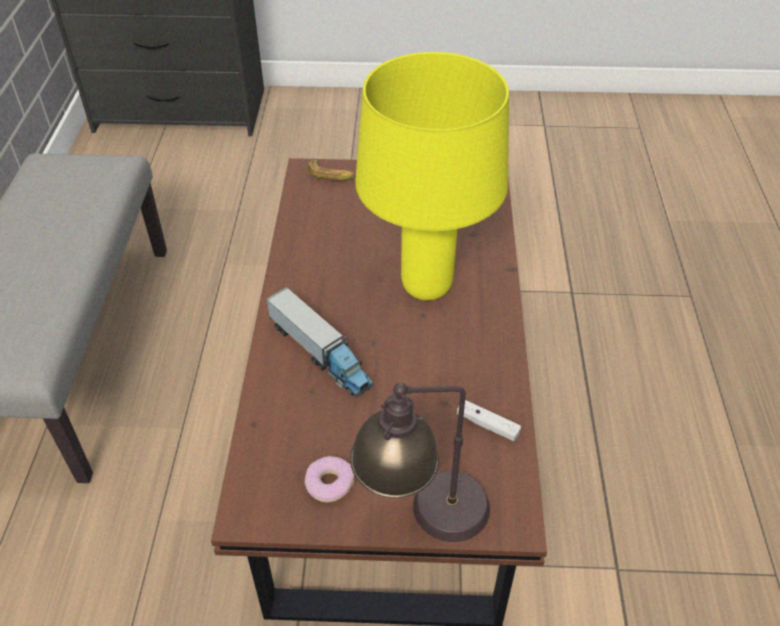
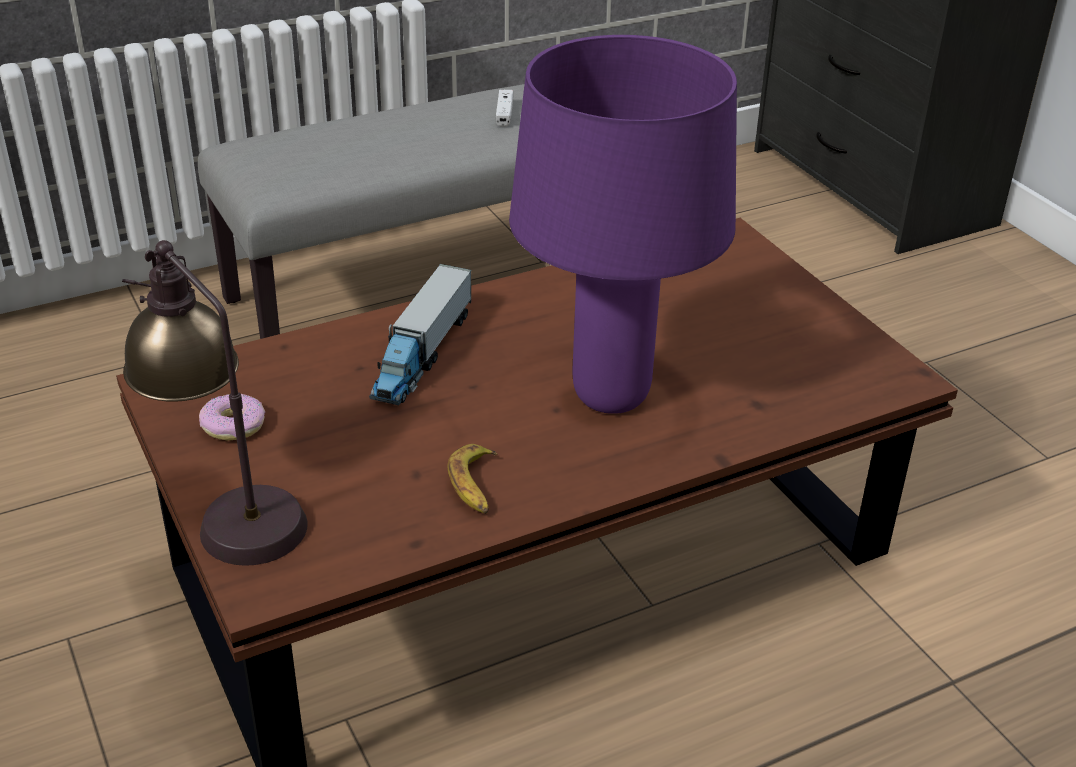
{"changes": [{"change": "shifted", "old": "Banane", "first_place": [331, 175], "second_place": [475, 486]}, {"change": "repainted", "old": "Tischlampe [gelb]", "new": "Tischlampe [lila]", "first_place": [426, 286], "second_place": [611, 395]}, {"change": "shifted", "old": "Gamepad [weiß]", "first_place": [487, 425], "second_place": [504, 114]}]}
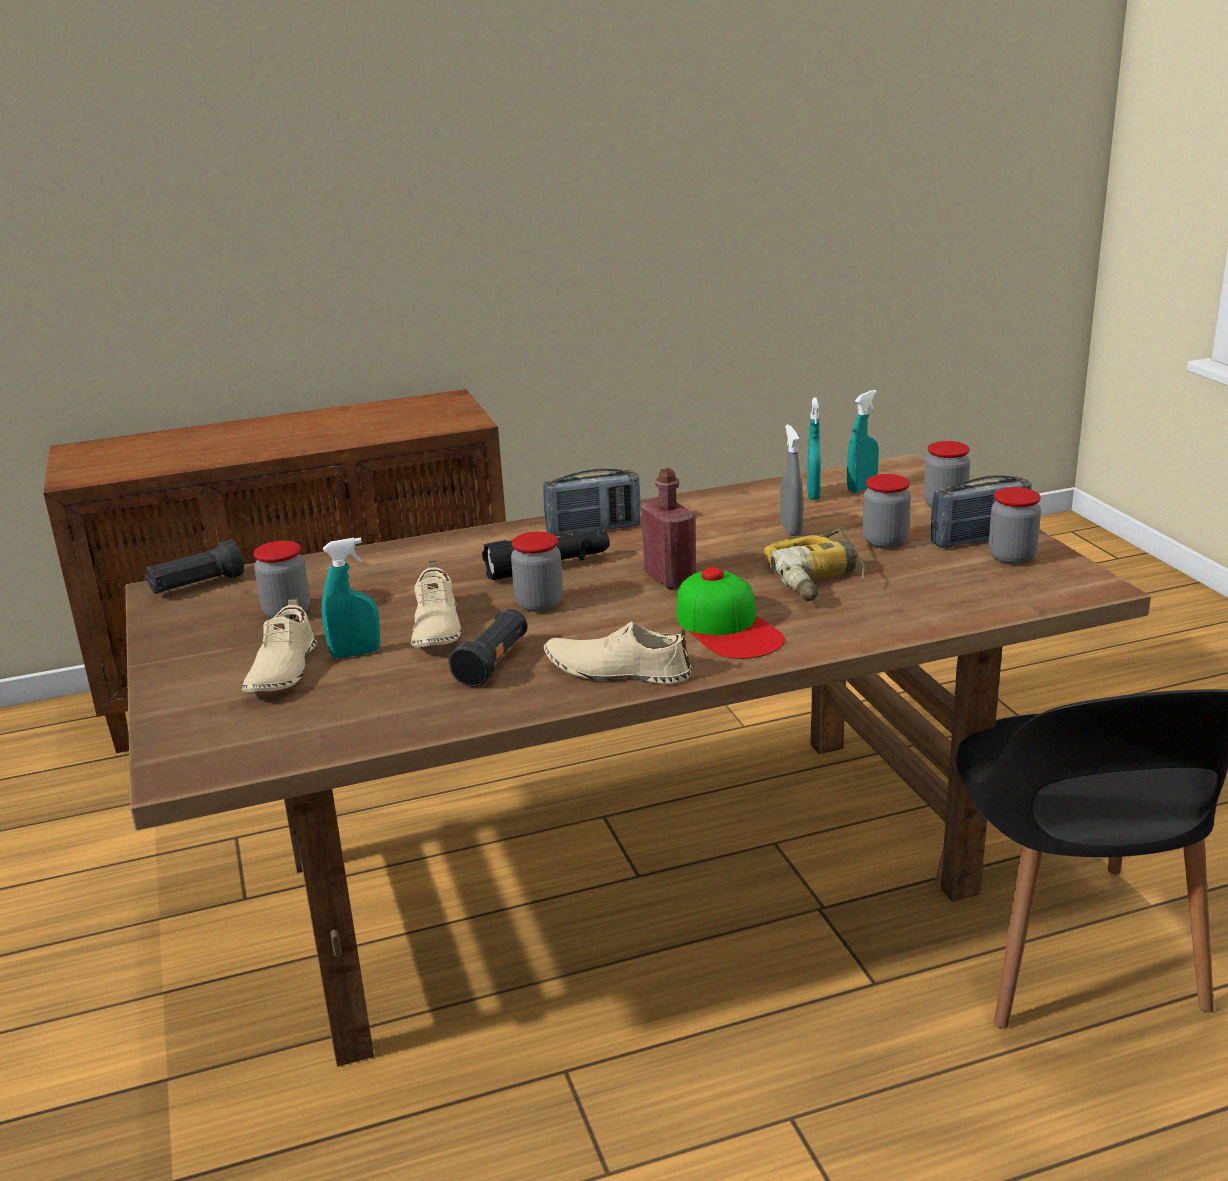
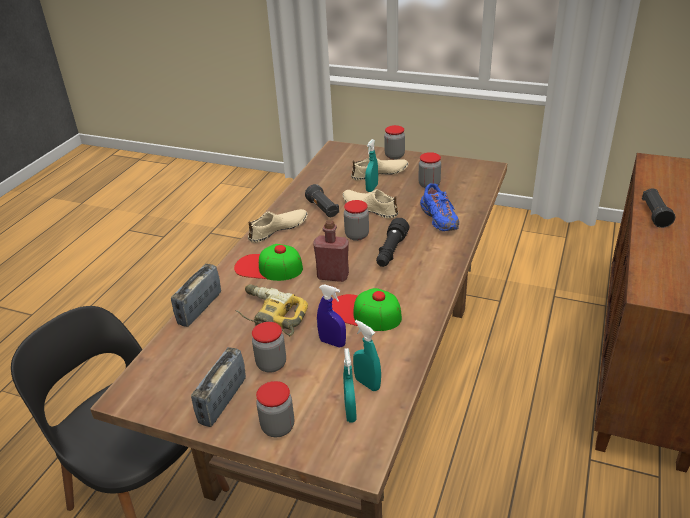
{"changes": [{"change": "shifted", "old": "Taschenlampe [schwarz]", "first_place": [197, 586], "second_place": [654, 215]}, {"change": "rotated", "old": "Schuh [beige]", "first_place": [281, 670], "second_place": [379, 173], "degrees": 120}, {"change": "shifted", "old": "Radio", "first_place": [593, 529], "second_place": [200, 308]}, {"change": "repainted", "old": "Sprühflasche [grau]", "new": "Sprühflasche [blau]", "first_place": [791, 529], "second_place": [332, 342]}, {"change": "shifted", "old": "Vorratsglas", "first_place": [1011, 557], "second_place": [394, 156]}, {"change": "new", "new": "Kappe", "second_place": [364, 313]}, {"change": "new", "new": "Schuh [blau]", "second_place": [439, 220]}]}
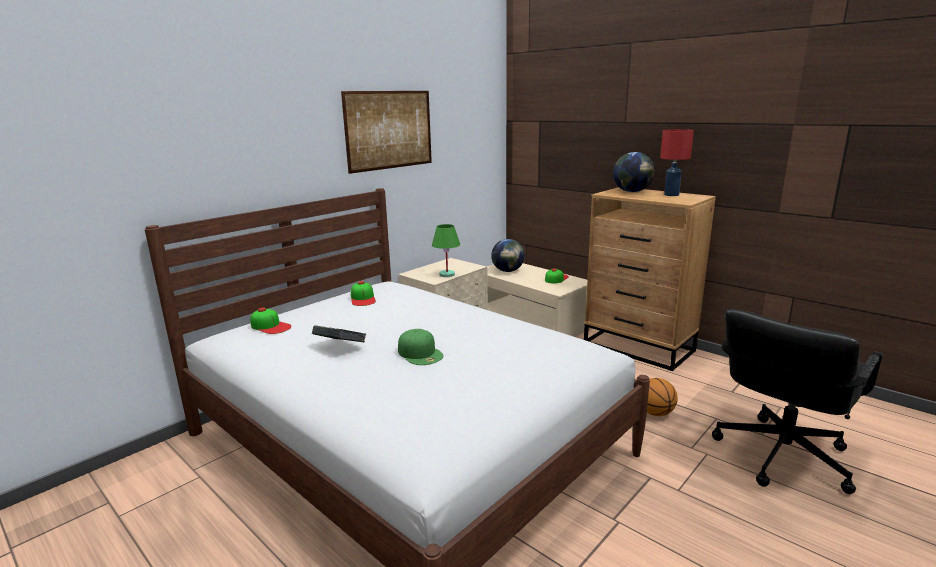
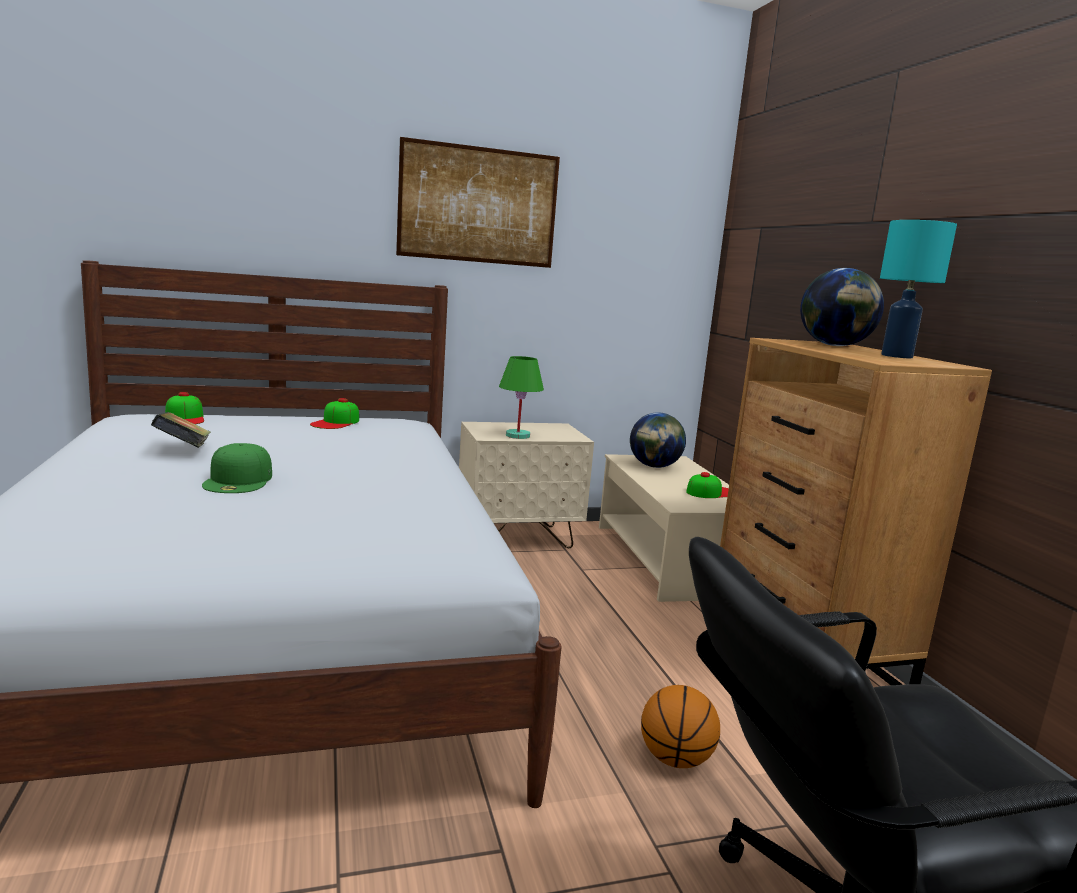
{"changes": [{"change": "repainted", "old": "Tischlampe [rot]", "new": "Tischlampe [türkis]", "first_place": [672, 195], "second_place": [898, 356]}]}
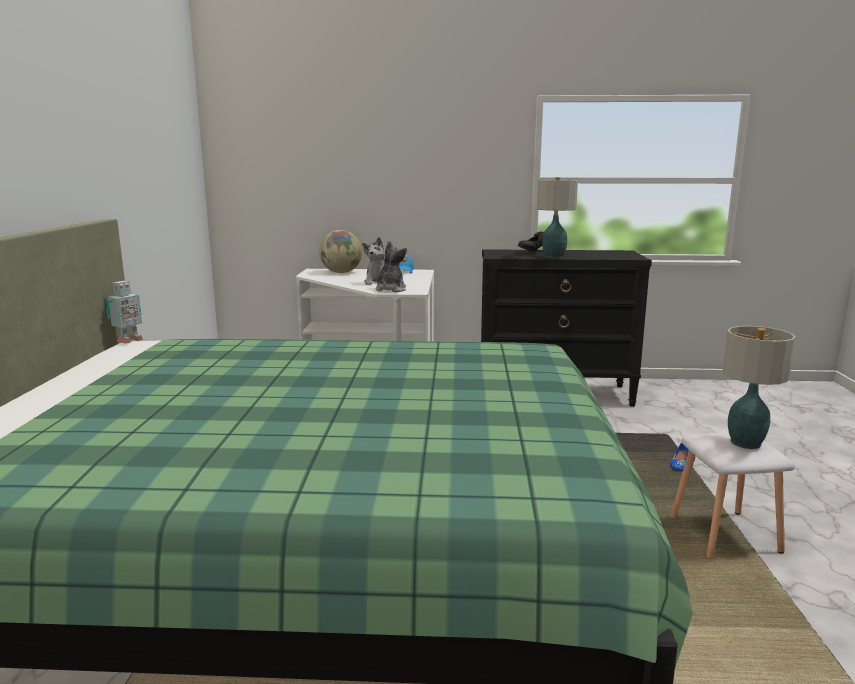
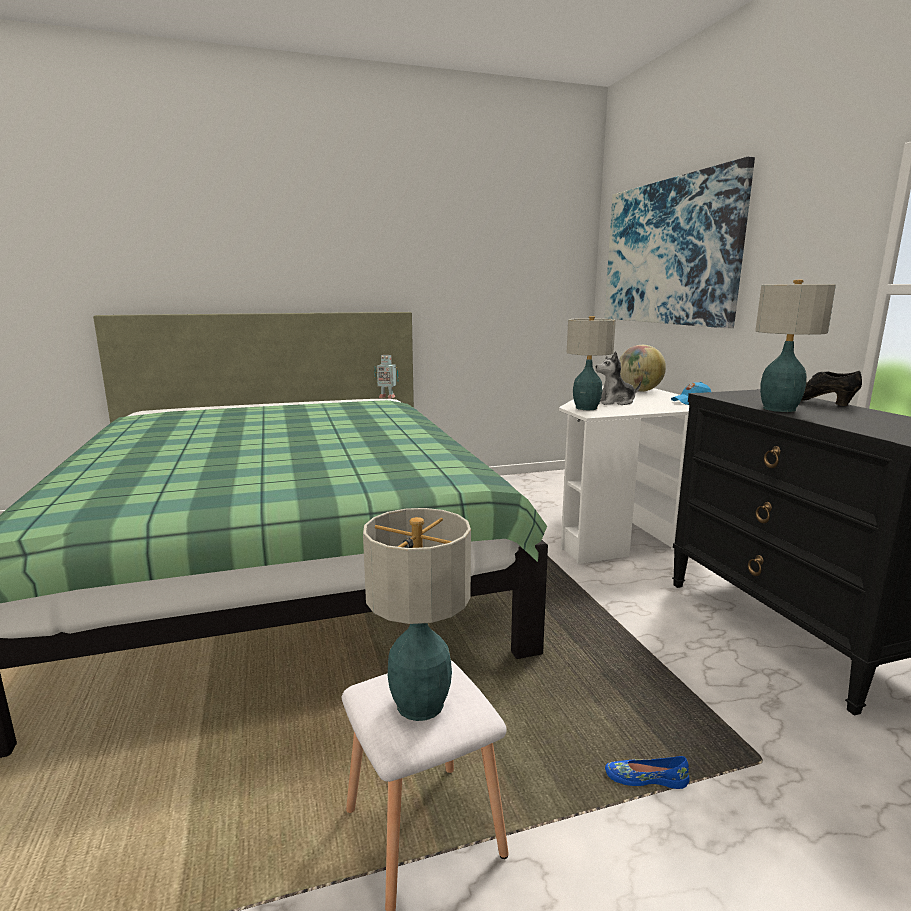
{"changes": [{"change": "swapped", "old": "Plüschtier", "new": "Tischlampe", "first_place": [390, 290], "second_place": [585, 408]}, {"change": "new", "new": "Bild", "second_place": [668, 252]}]}
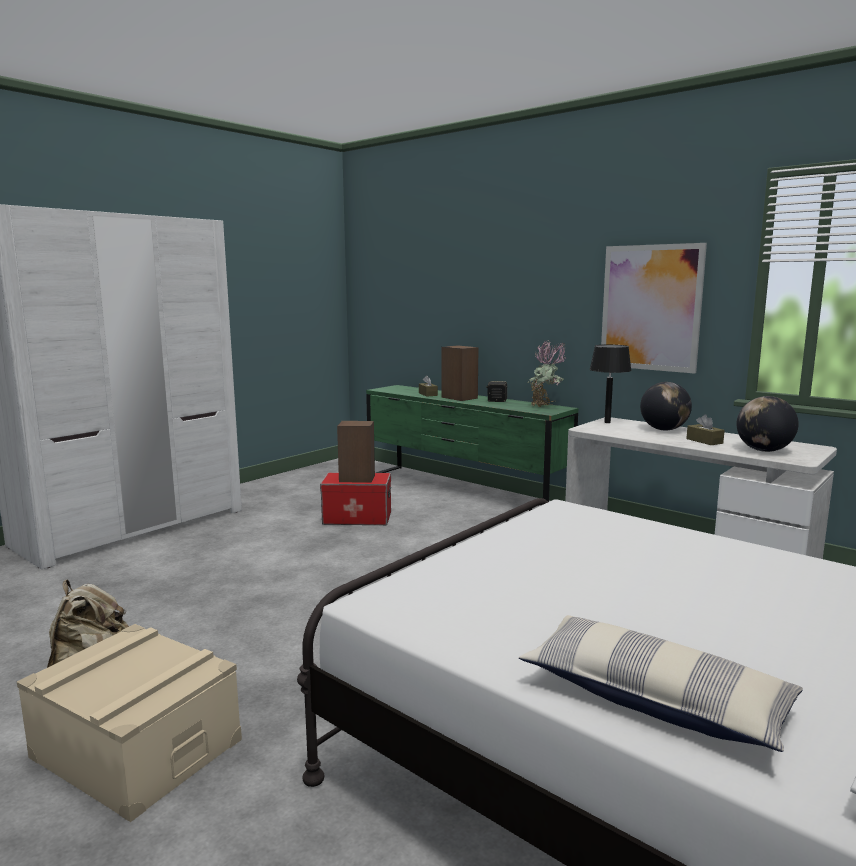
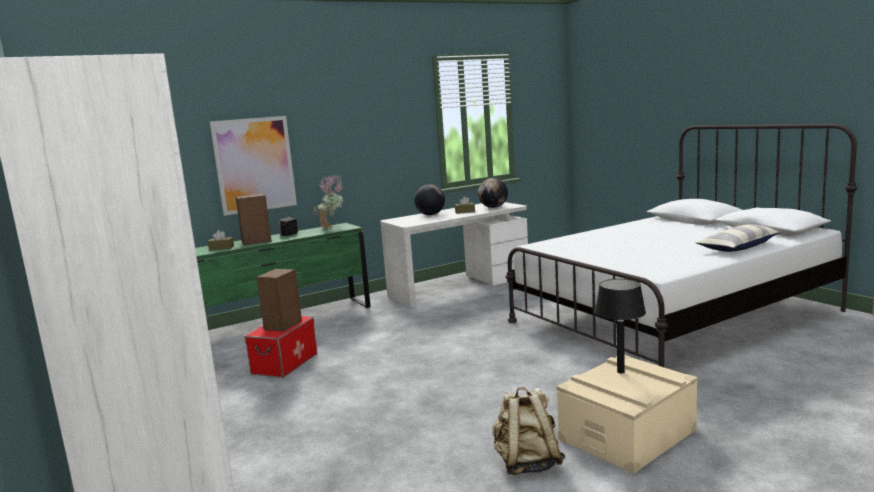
{"changes": [{"change": "shifted", "old": "Tischlampe [schwarz]", "first_place": [607, 422], "second_place": [621, 372]}, {"change": "shifted", "old": "Bild", "first_place": [650, 308], "second_place": [254, 164]}]}
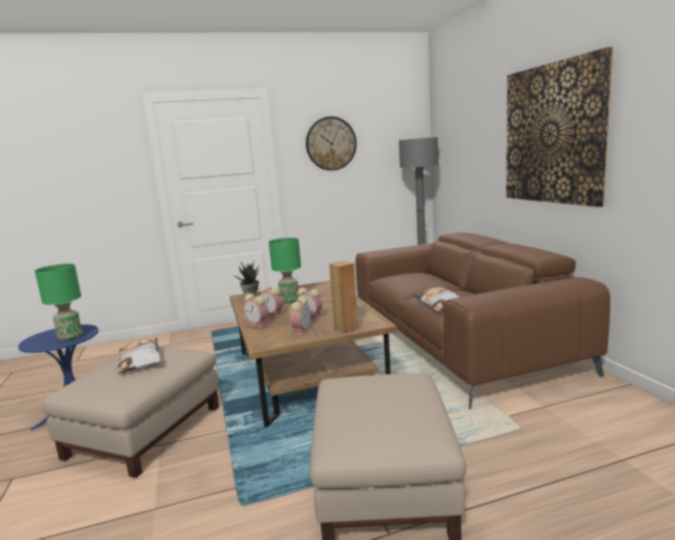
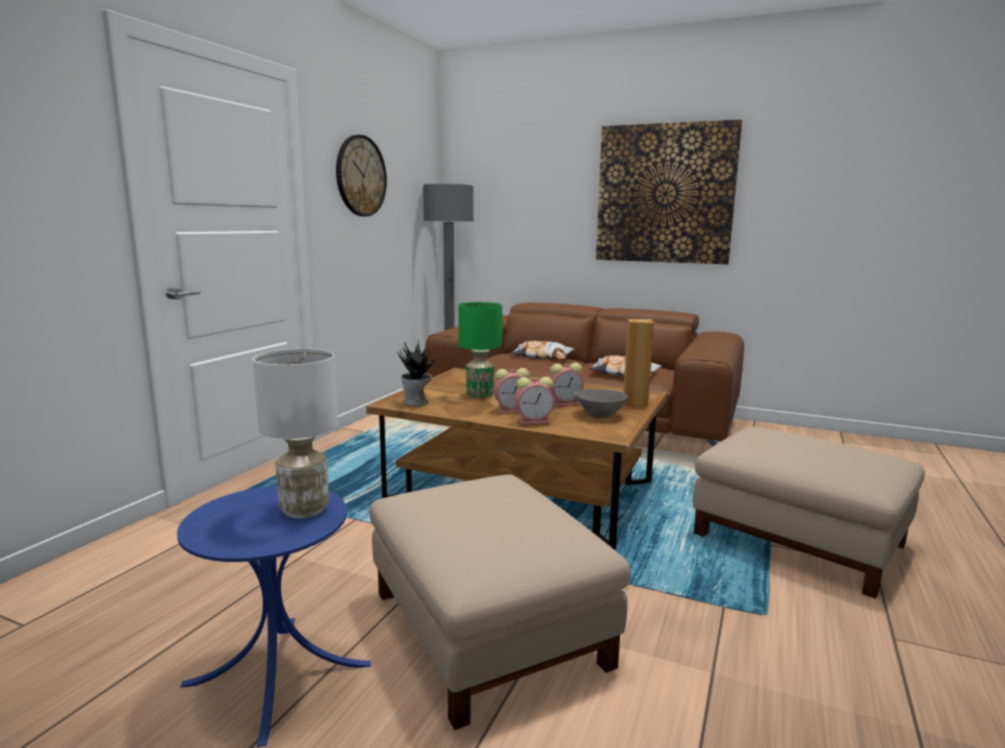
{"changes": [{"change": "repainted", "old": "Tischlampe [grün]", "new": "Tischlampe [weiß]", "first_place": [71, 338], "second_place": [304, 509]}, {"change": "shifted", "old": "Kissen", "first_place": [140, 360], "second_place": [542, 356]}, {"change": "swapped", "old": "Wecker", "new": "Schüssel [grau]", "first_place": [301, 330], "second_place": [599, 415]}]}
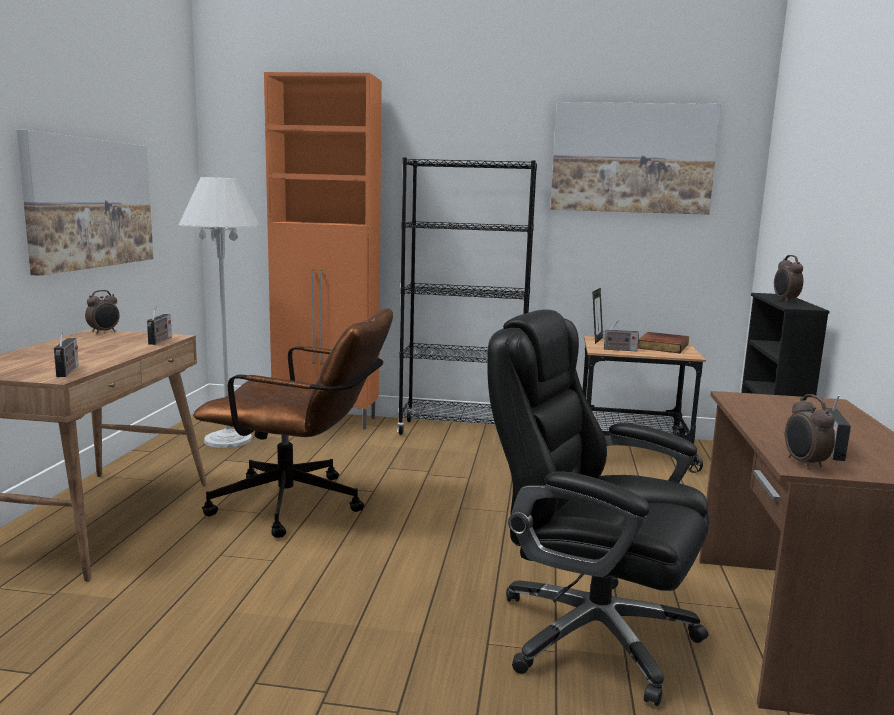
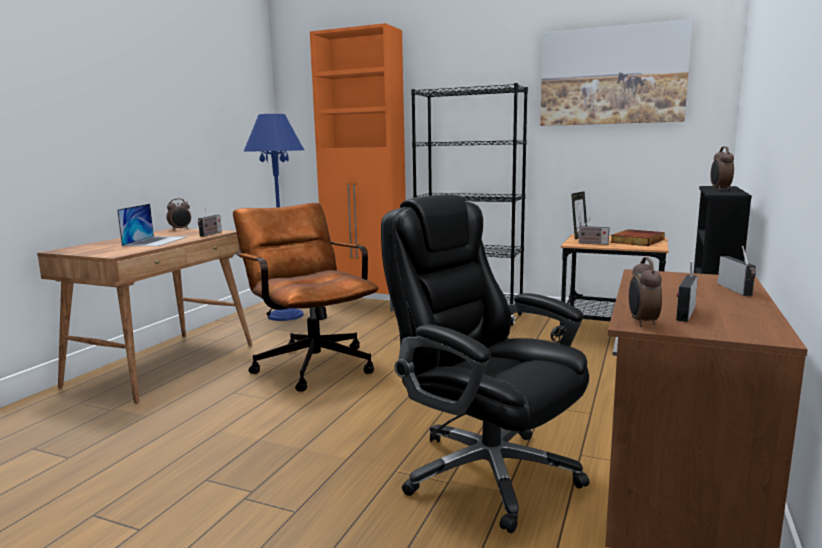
{"changes": [{"change": "gone", "old": "Bild", "first_place": [90, 203]}, {"change": "shifted", "old": "Radio", "first_place": [68, 371], "second_place": [736, 290]}, {"change": "repainted", "old": "Stehlampe [weiß]", "new": "Stehlampe [blau]", "first_place": [228, 440], "second_place": [285, 315]}, {"change": "rotated", "old": "Bürostuhl [braun]", "first_place": [300, 506], "second_place": [310, 363], "degrees": -150}, {"change": "new", "new": "Laptop", "second_place": [155, 241]}]}
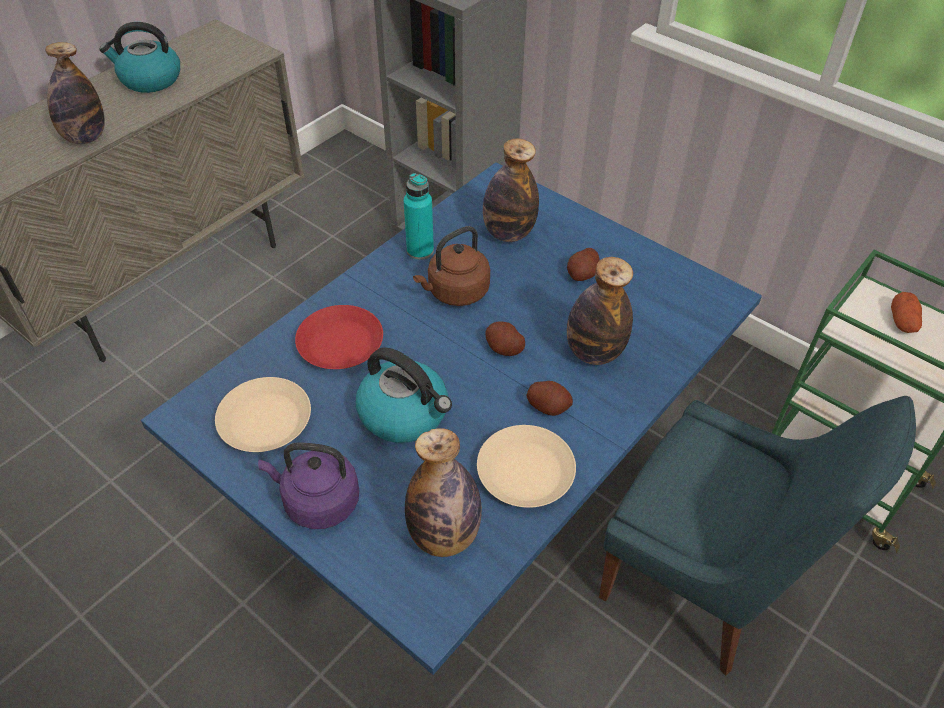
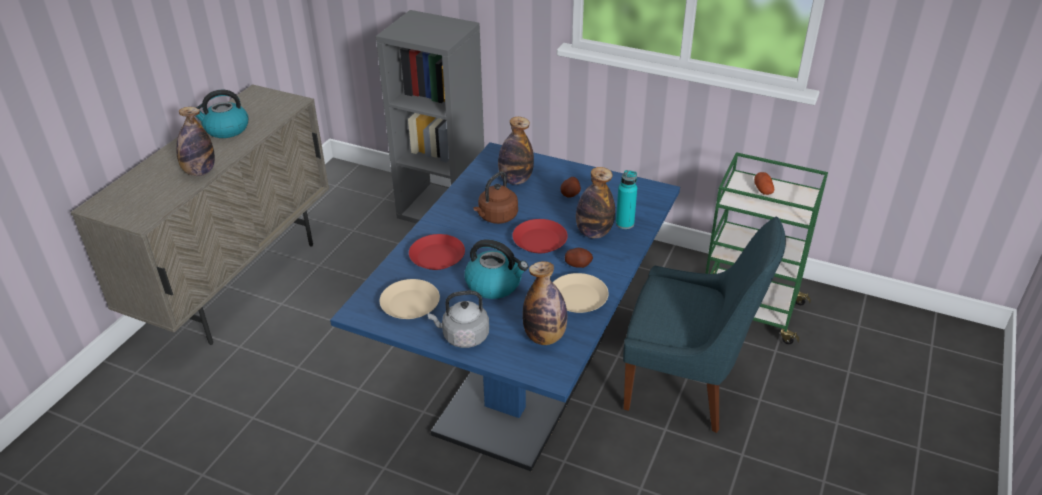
{"changes": [{"change": "repainted", "old": "Wasserkessel [lila]", "new": "Wasserkessel [grau]", "first_place": [318, 502], "second_place": [463, 336]}, {"change": "shifted", "old": "Flasche [türkis]", "first_place": [420, 251], "second_place": [624, 223]}, {"change": "swapped", "old": "Kartoffel", "new": "Teller [rot]", "first_place": [504, 348], "second_place": [539, 240]}]}
